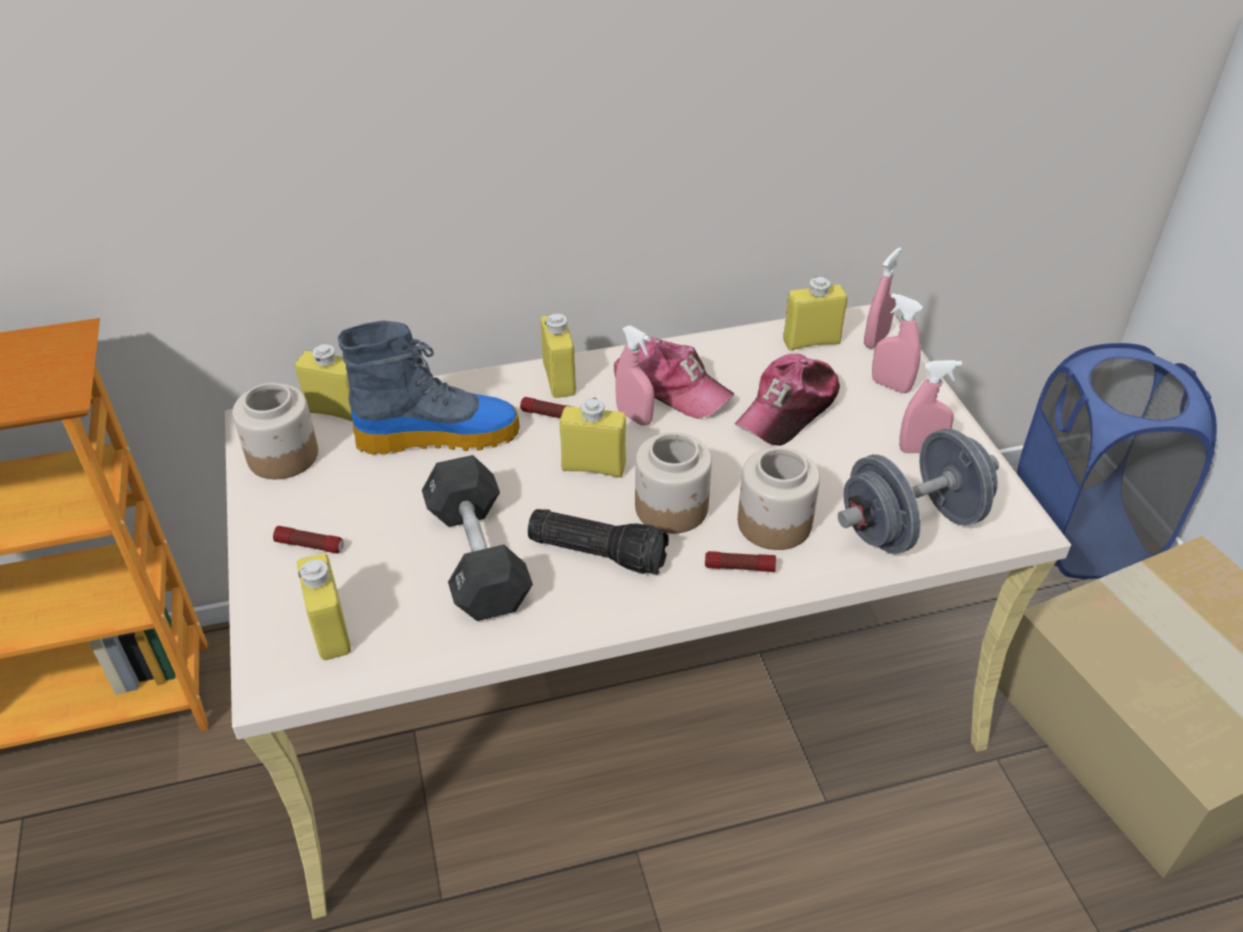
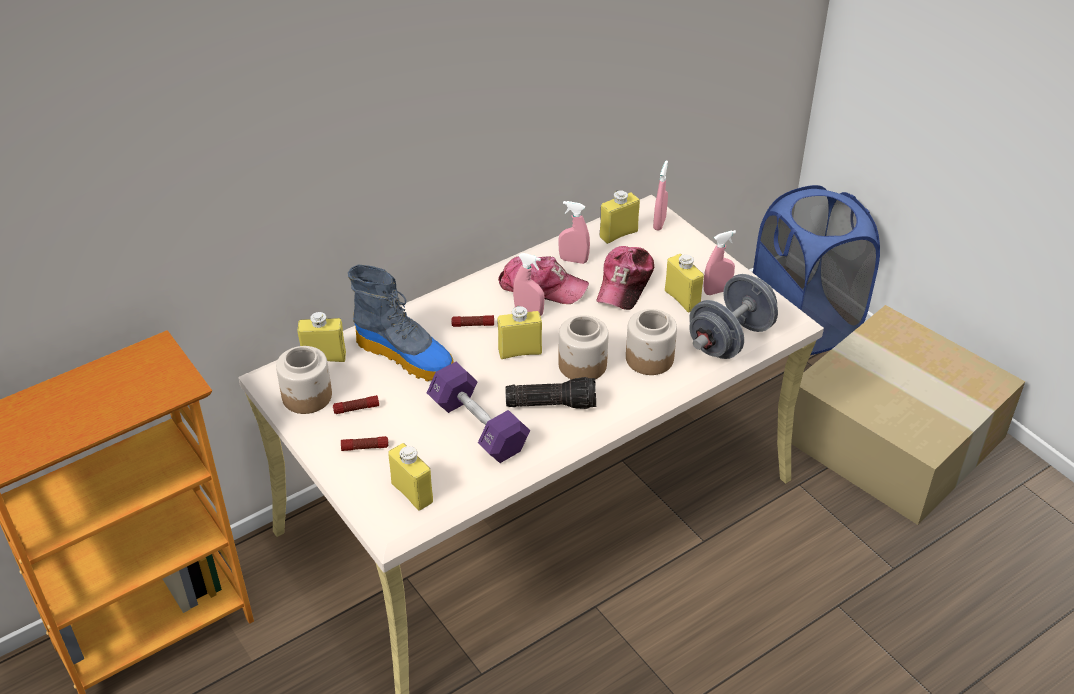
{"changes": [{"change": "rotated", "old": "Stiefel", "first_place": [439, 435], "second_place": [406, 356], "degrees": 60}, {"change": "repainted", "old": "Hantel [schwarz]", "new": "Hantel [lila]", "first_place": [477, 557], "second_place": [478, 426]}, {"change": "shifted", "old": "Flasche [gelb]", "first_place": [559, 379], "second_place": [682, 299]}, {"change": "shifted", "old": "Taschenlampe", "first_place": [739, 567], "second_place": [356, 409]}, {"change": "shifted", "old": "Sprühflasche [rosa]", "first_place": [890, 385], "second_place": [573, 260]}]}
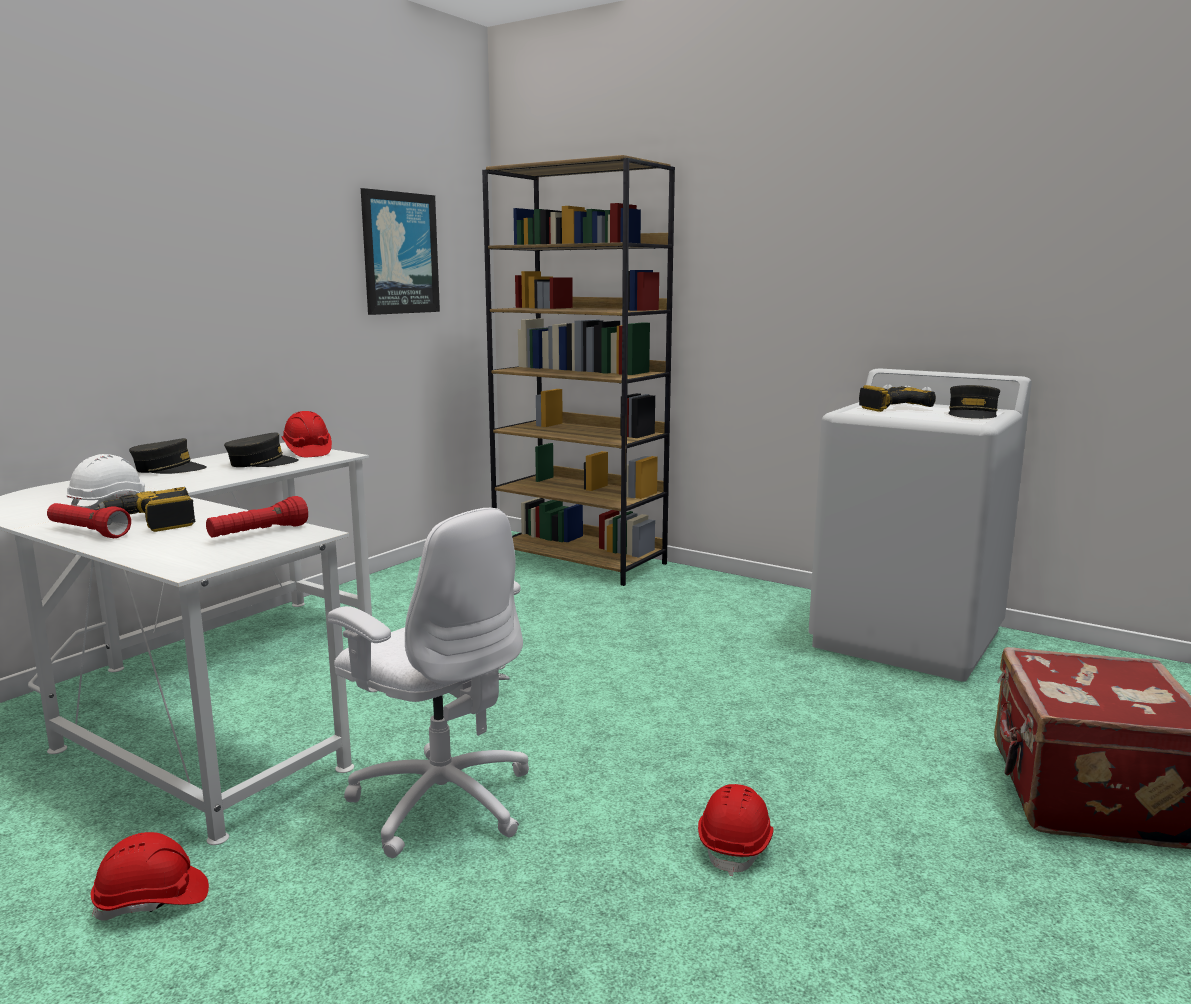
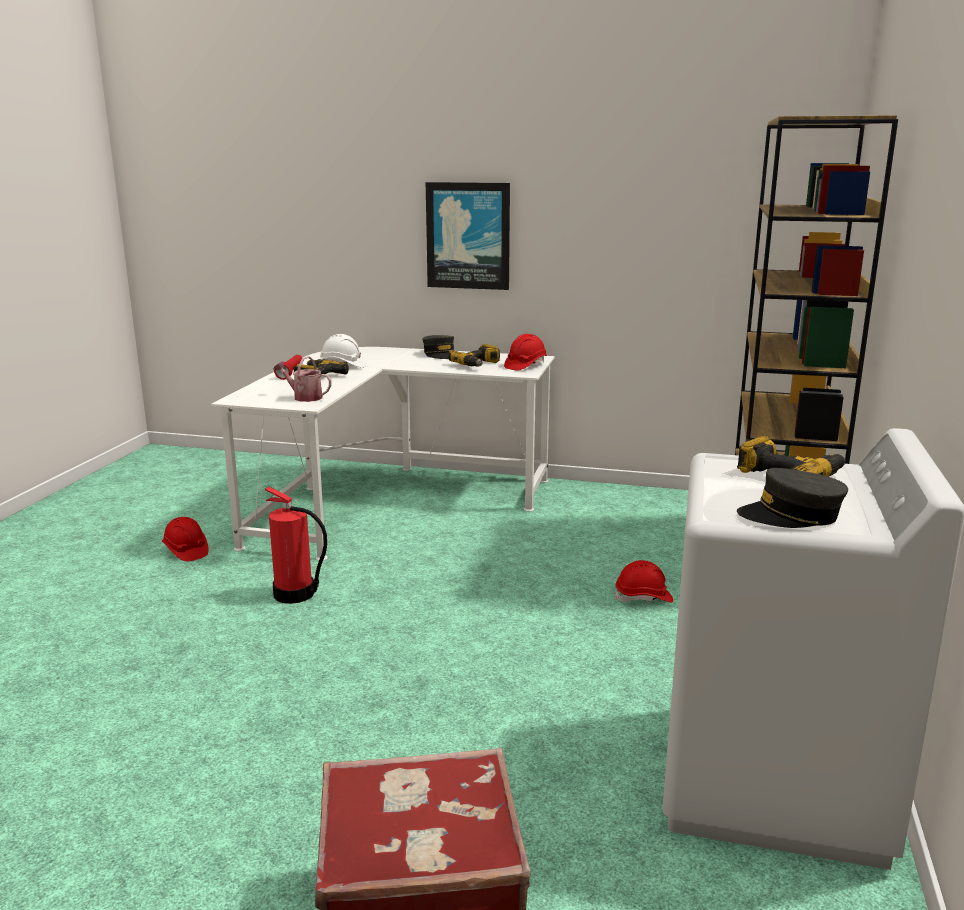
{"changes": [{"change": "swapped", "old": "Taschenlampe [rot]", "new": "Gießkanne", "first_place": [258, 533], "second_place": [304, 397]}, {"change": "swapped", "old": "Kappe [grau]", "new": "Bohrmaschine", "first_place": [261, 463], "second_place": [478, 365]}, {"change": "swapped", "old": "Bürostuhl [weiß]", "new": "Feuerlöscher", "first_place": [441, 800], "second_place": [295, 594]}, {"change": "shifted", "old": "Bild", "first_place": [399, 253], "second_place": [468, 236]}, {"change": "shifted", "old": "Schutzhelm [rot]", "first_place": [736, 845], "second_place": [643, 598]}]}
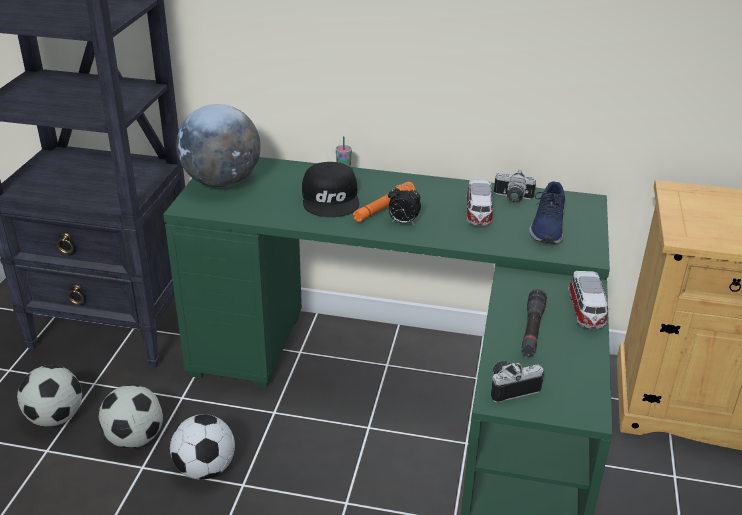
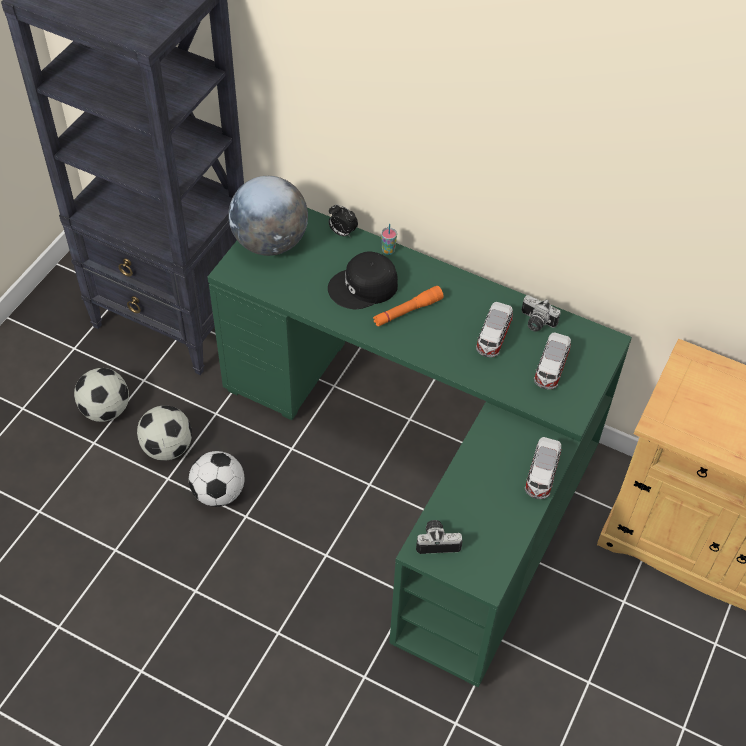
{"changes": [{"change": "rotated", "old": "Kappe [schwarz]", "first_place": [331, 198], "second_place": [364, 287], "degrees": 60}, {"change": "shifted", "old": "Wecker", "first_place": [403, 222], "second_place": [342, 233]}, {"change": "gone", "old": "Taschenlampe [schwarz]", "first_place": [532, 330]}, {"change": "swapped", "old": "Schuh [blau]", "new": "Spielzeugauto", "first_place": [547, 226], "second_place": [550, 368]}]}
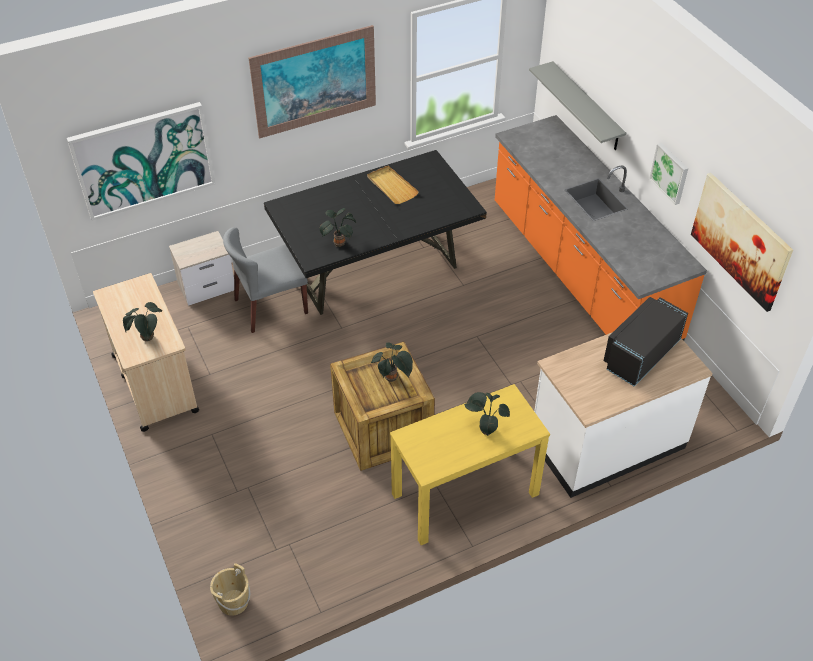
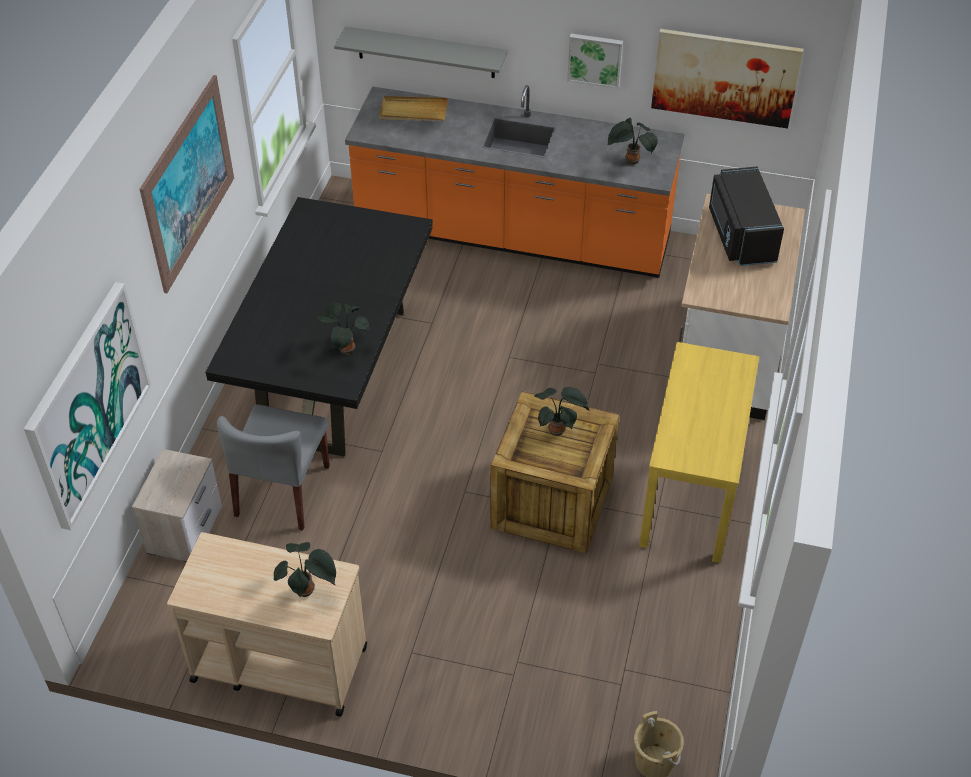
{"changes": [{"change": "shifted", "old": "Tablett [beige]", "first_place": [391, 186], "second_place": [413, 111]}, {"change": "shifted", "old": "Topfpflanze", "first_place": [485, 429], "second_place": [630, 161]}]}
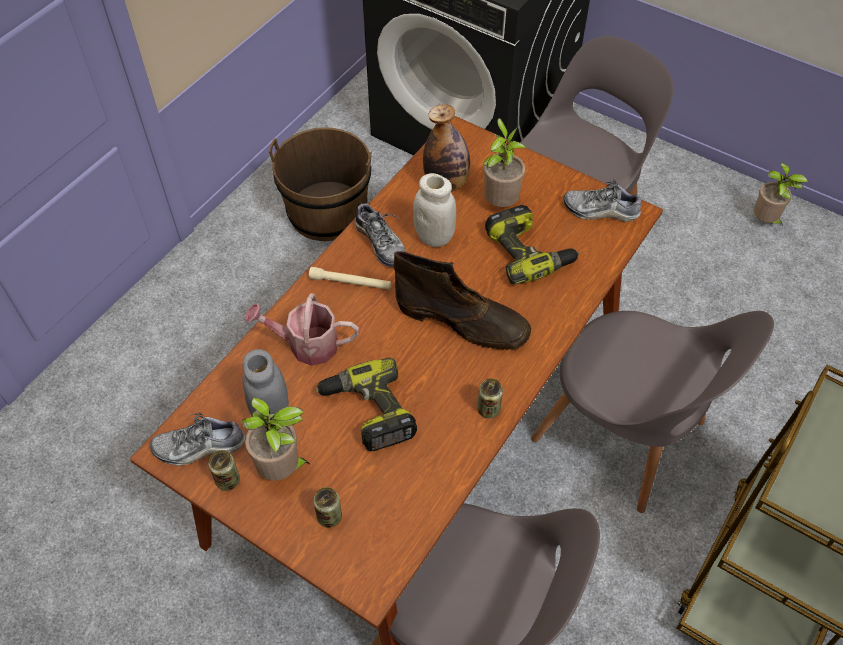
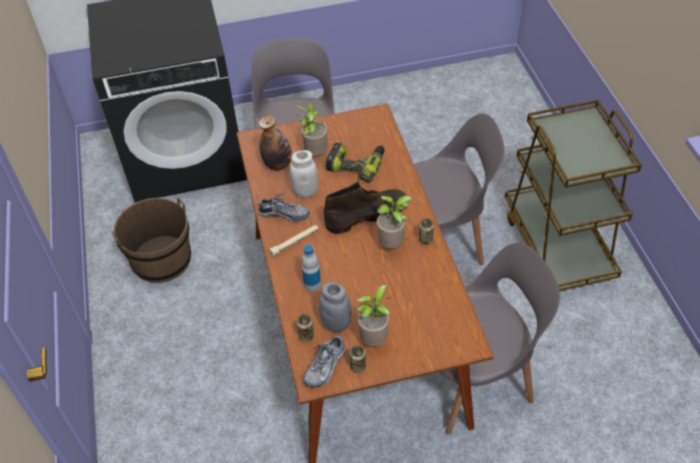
{"changes": [{"change": "swapped", "old": "Gießkanne", "new": "Flasche", "first_place": [306, 345], "second_place": [312, 284]}, {"change": "shifted", "old": "Dose", "first_place": [329, 517], "second_place": [306, 335]}, {"change": "gone", "old": "Bohrmaschine", "first_place": [368, 412]}, {"change": "gone", "old": "Schuh", "first_place": [600, 210]}, {"change": "shifted", "old": "Topfpflanze", "first_place": [765, 221], "second_place": [393, 245]}]}
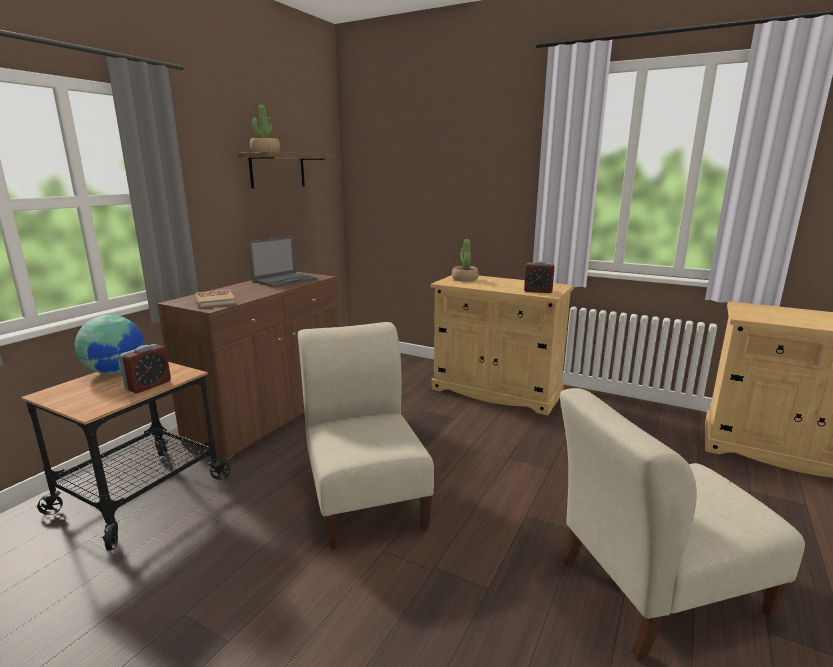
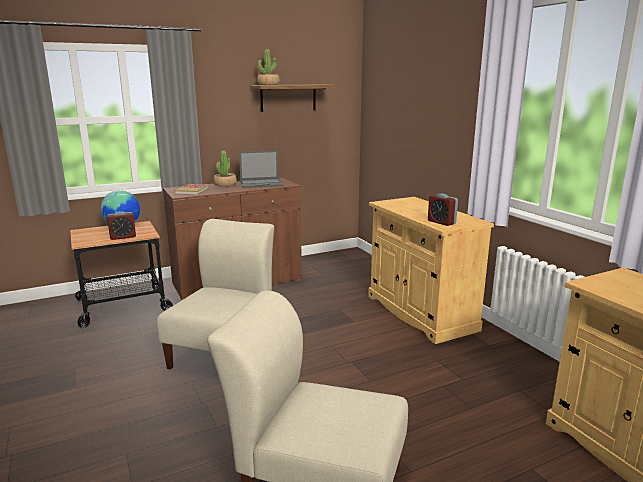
{"changes": [{"change": "shifted", "old": "Topfpflanze", "first_place": [464, 279], "second_place": [225, 184]}]}
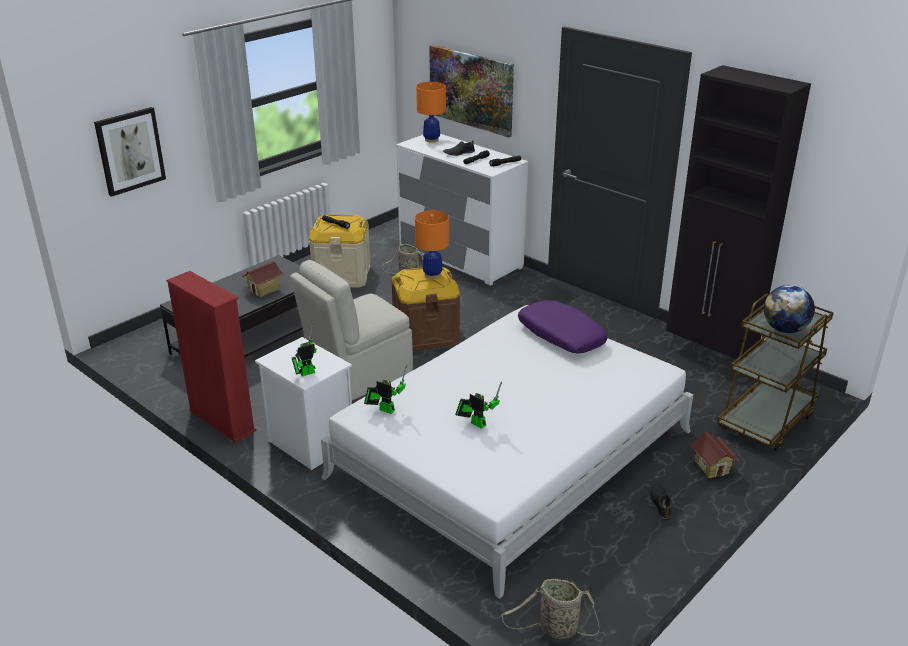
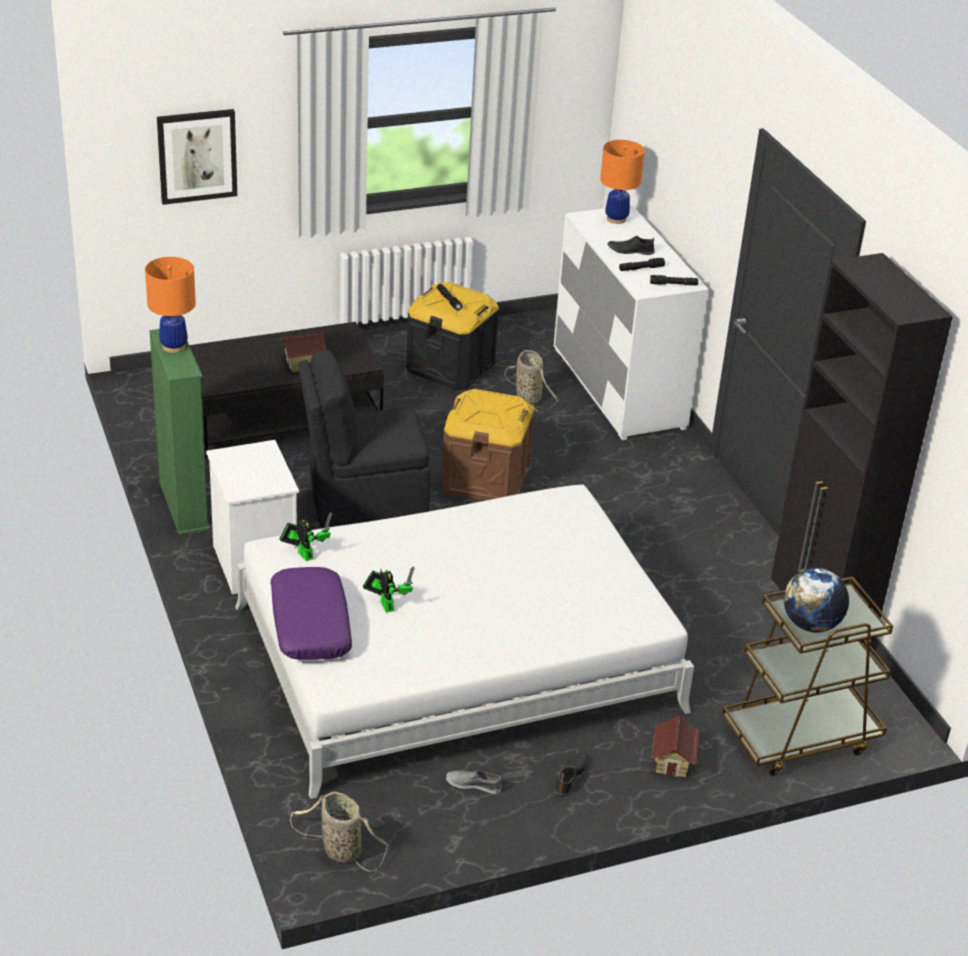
{"changes": [{"change": "repainted", "old": "Bücherregal [rot]", "new": "Bücherregal [grün]", "first_place": [222, 421], "second_place": [183, 505]}, {"change": "repainted", "old": "Stuhl [beige]", "new": "Stuhl [schwarz]", "first_place": [357, 376], "second_place": [364, 504]}, {"change": "gone", "old": "Spielzeugroboter", "first_place": [305, 373]}, {"change": "repainted", "old": "Aufbewahrungsbox [beige]", "new": "Aufbewahrungsbox [schwarz]", "first_place": [342, 275], "second_place": [450, 367]}, {"change": "shifted", "old": "Tischlampe [orange]", "first_place": [432, 275], "second_place": [173, 346]}, {"change": "gone", "old": "Bild", "first_place": [471, 90]}, {"change": "shifted", "old": "Kissen [lila]", "first_place": [560, 336], "second_place": [309, 624]}, {"change": "new", "new": "Schuh [grau]", "second_place": [473, 784]}]}
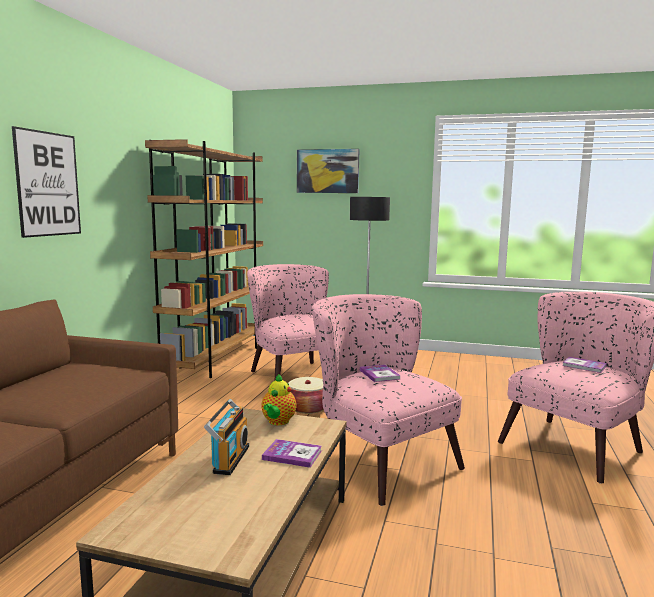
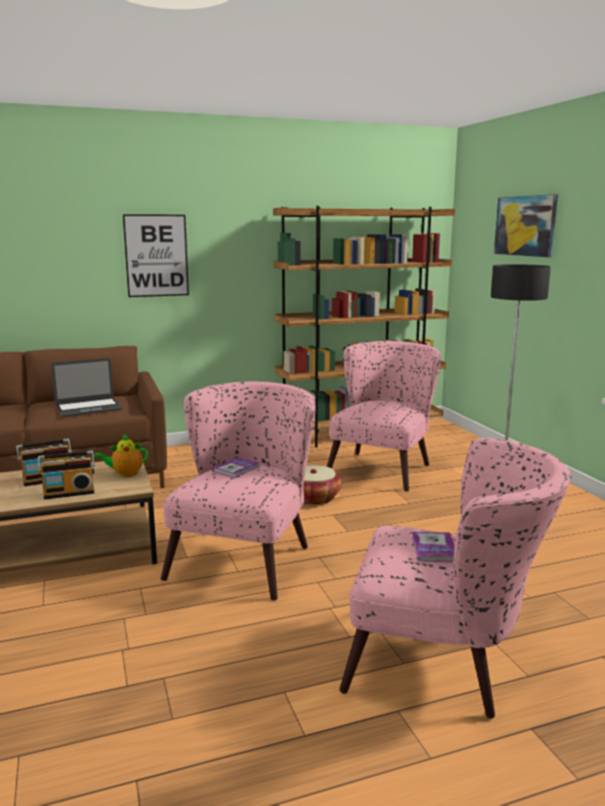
{"changes": [{"change": "swapped", "old": "Buch", "new": "Radio", "first_place": [292, 455], "second_place": [69, 493]}, {"change": "new", "new": "Laptop", "second_place": [88, 407]}]}
